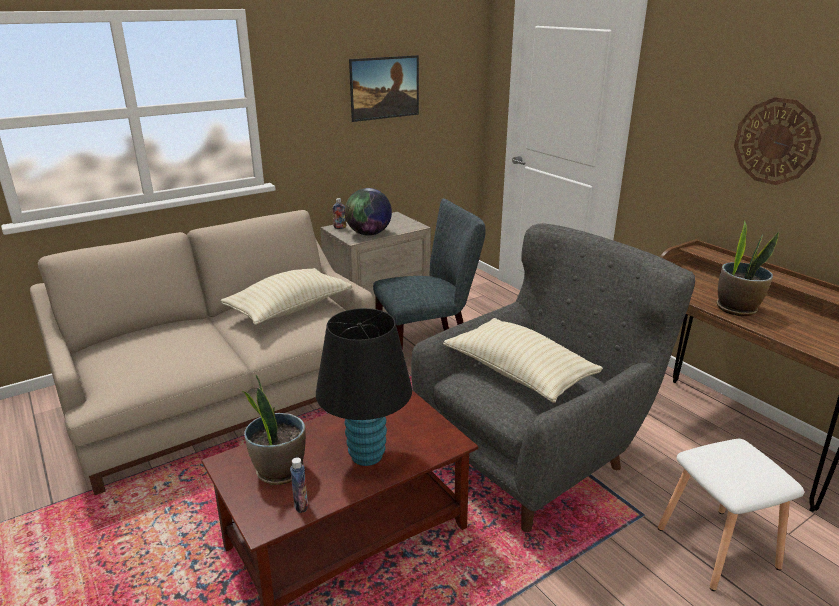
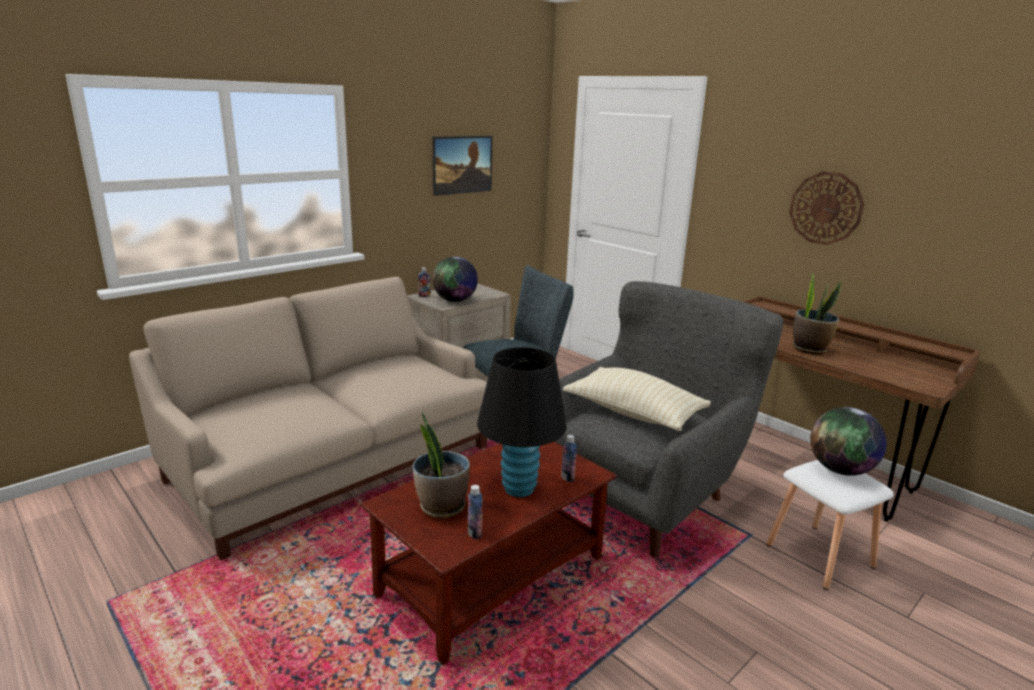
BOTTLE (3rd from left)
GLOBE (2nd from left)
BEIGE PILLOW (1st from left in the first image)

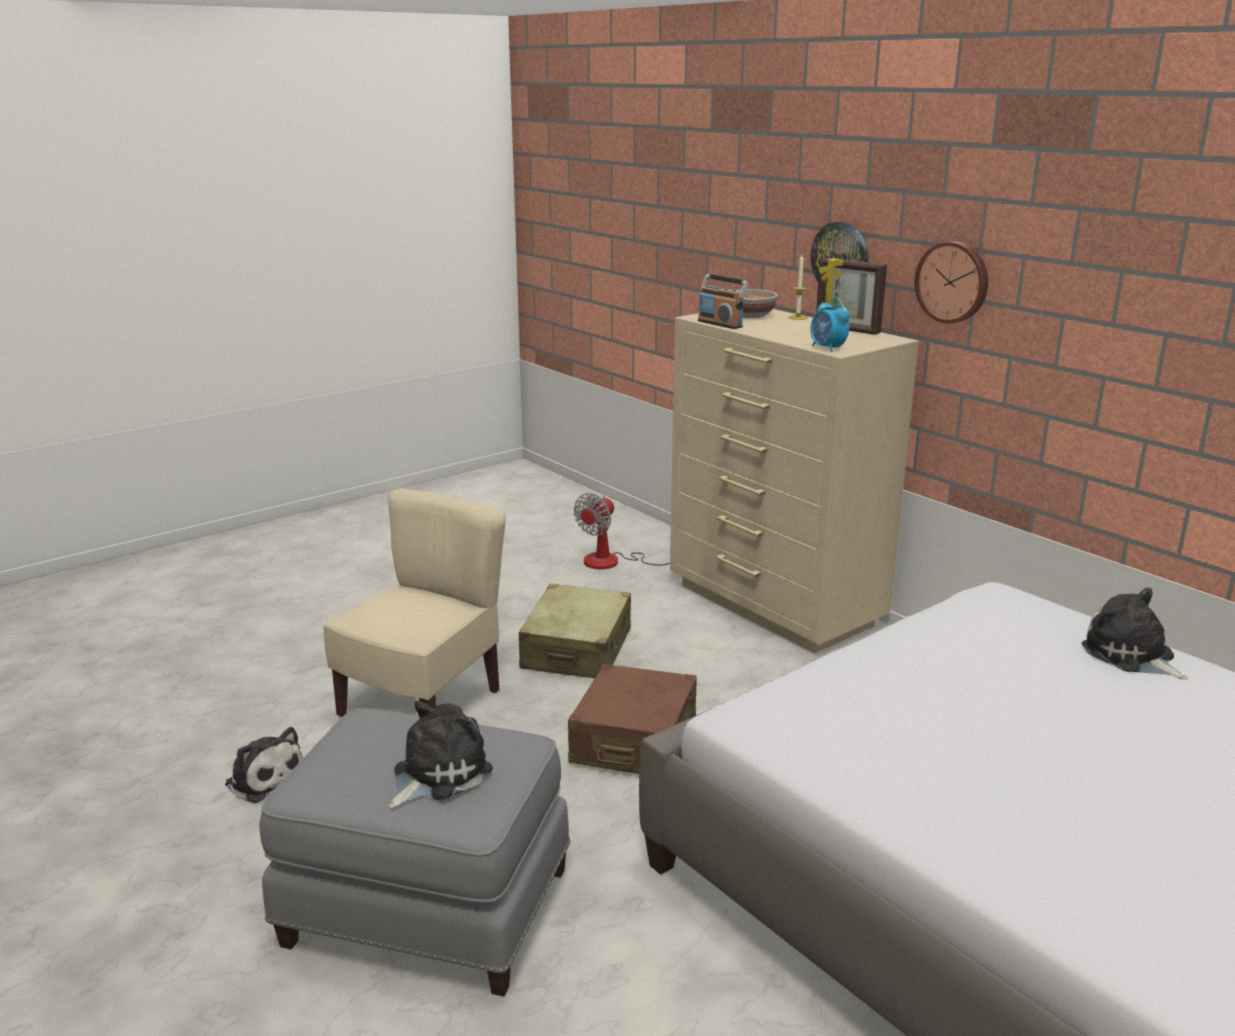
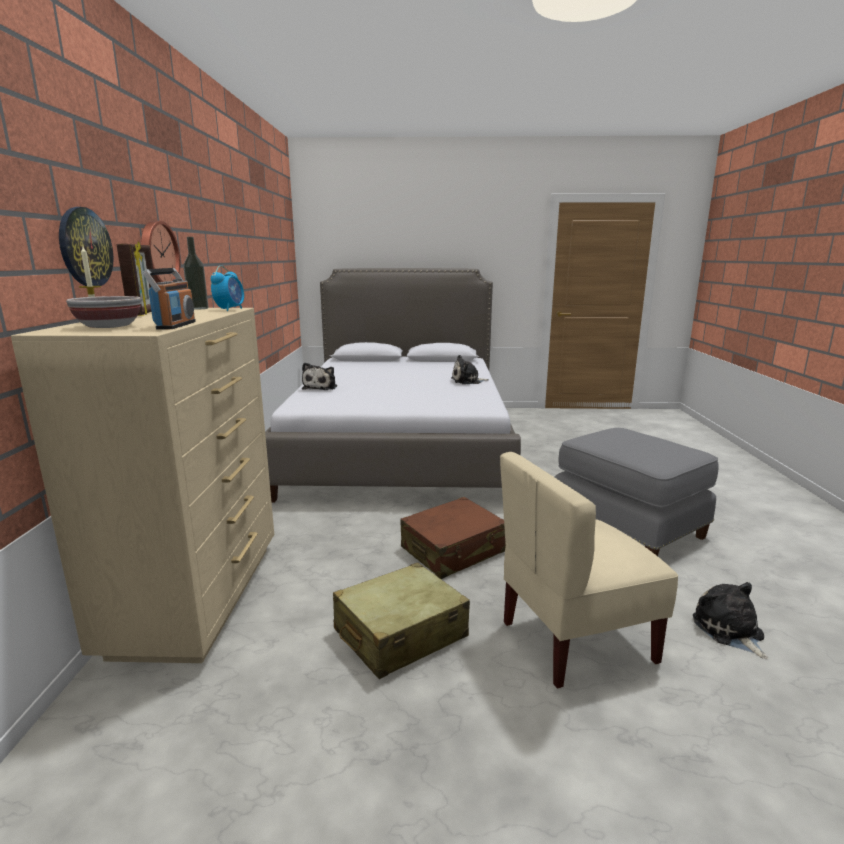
BOTTLE
PLUSH TOY (2nd from left)
FAN

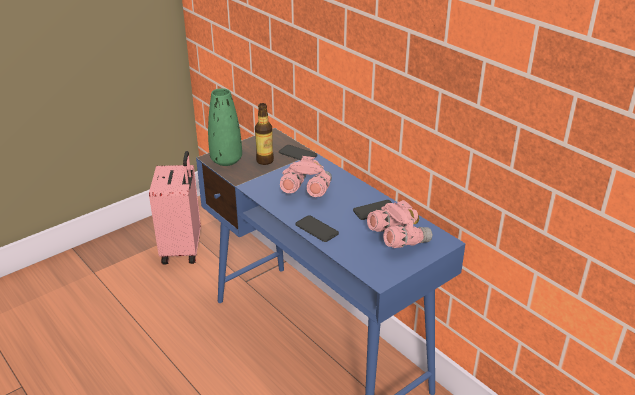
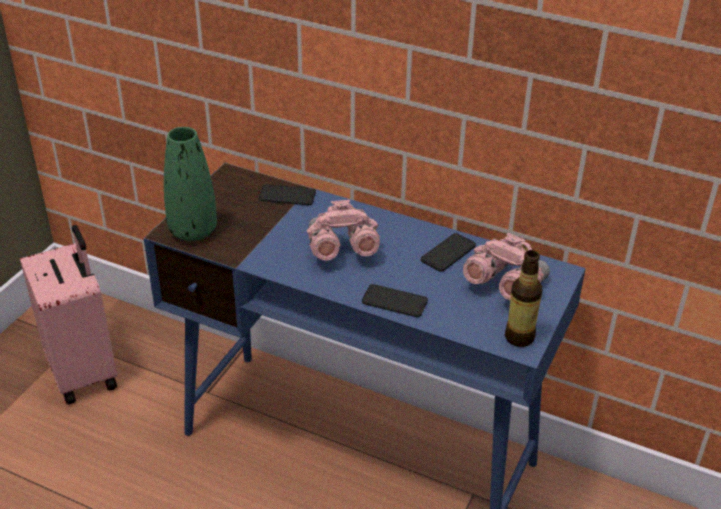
BOTTLE

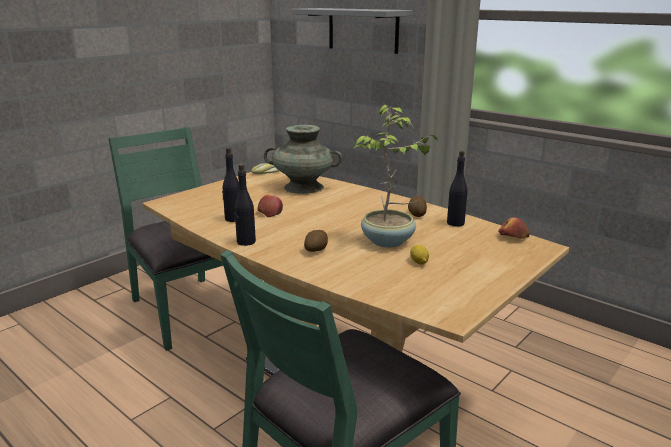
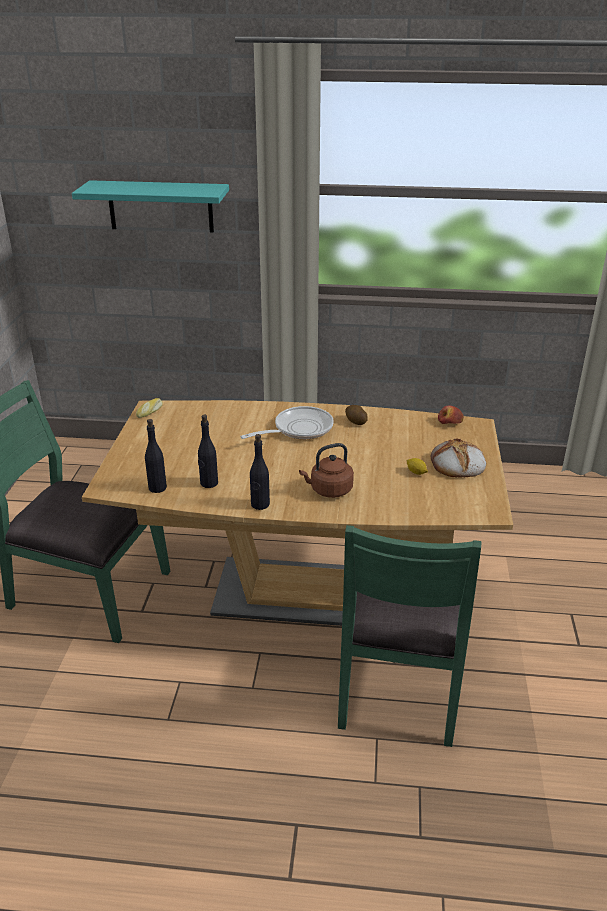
TURQUOISE SHELF
BLACK BOTTLE (1st from left)
FRYING PAN
BROWN KETTLE
BREAD (2nd from left)
APPLE (1st from left in the first image)
TURQUOISE VASE
POTTED PLANT

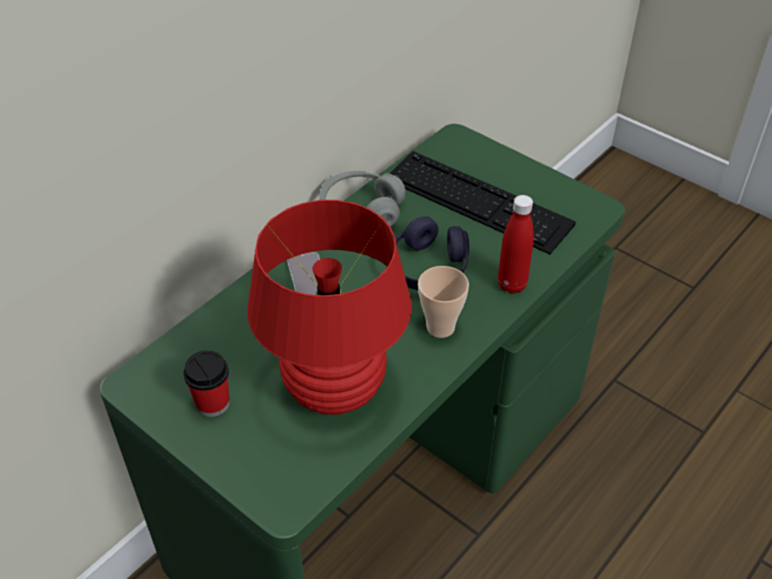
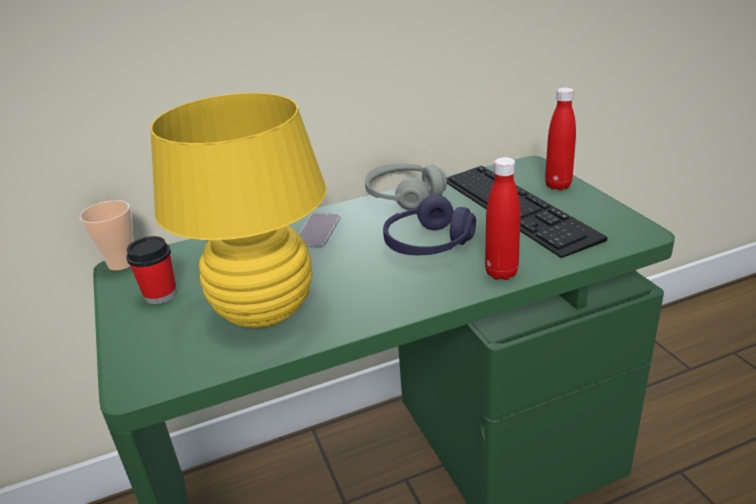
CUP (1st from left)
YELLOW TABLE LAMP
RED BOTTLE (2nd from left)

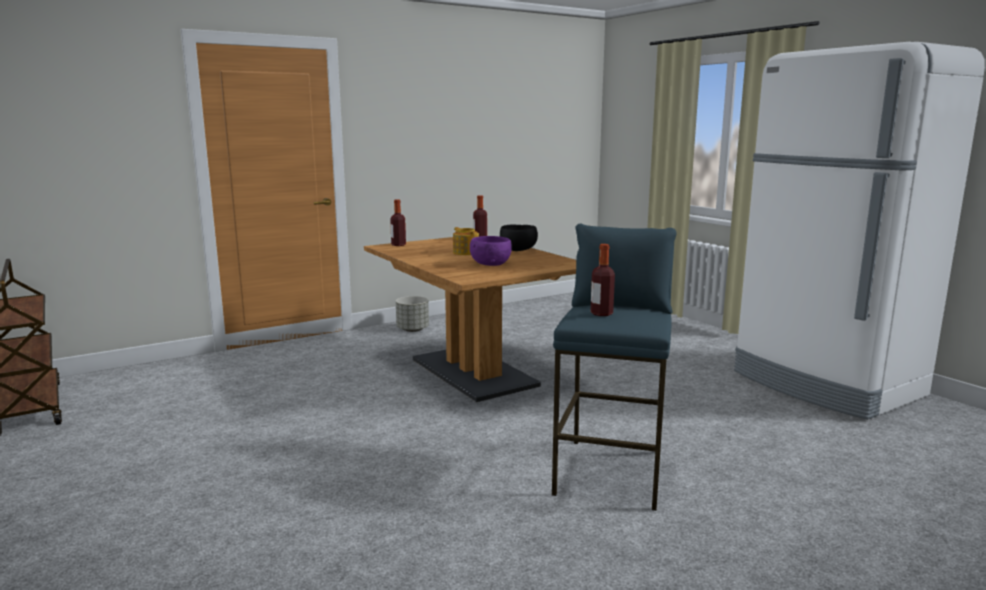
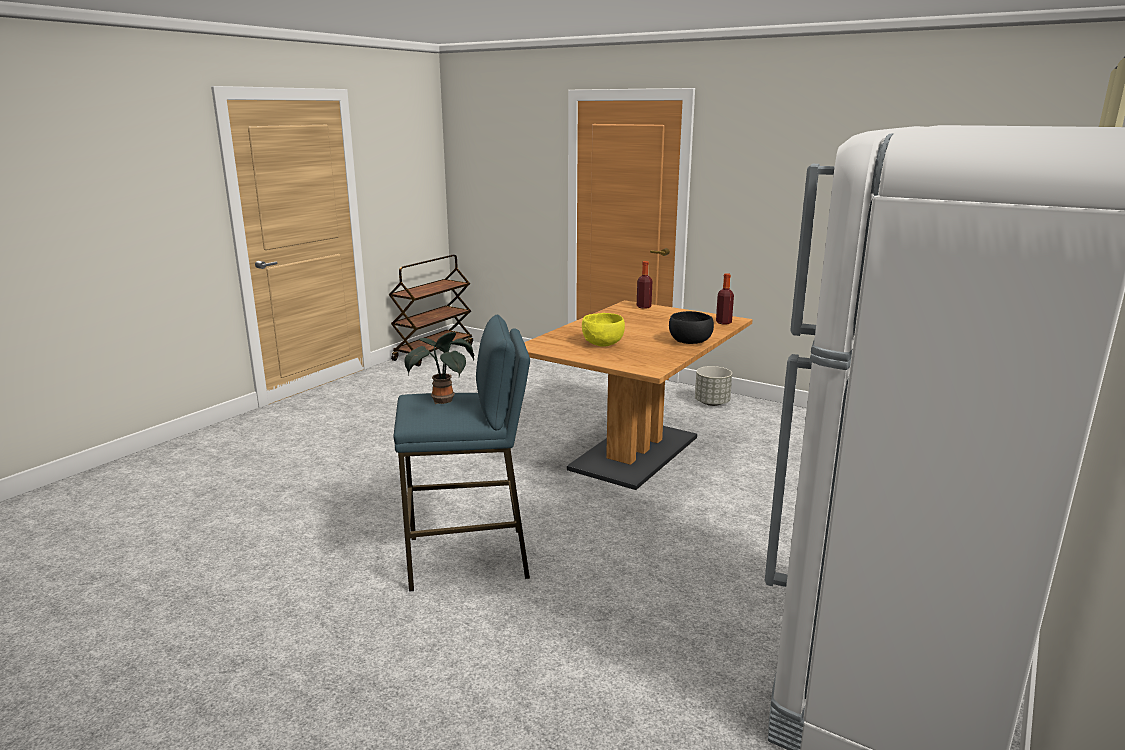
POTTED PLANT
YELLOW BOWL
TEAPOT

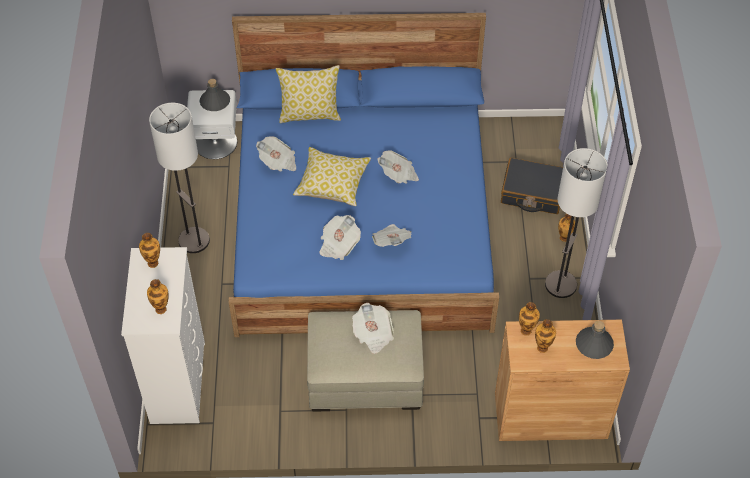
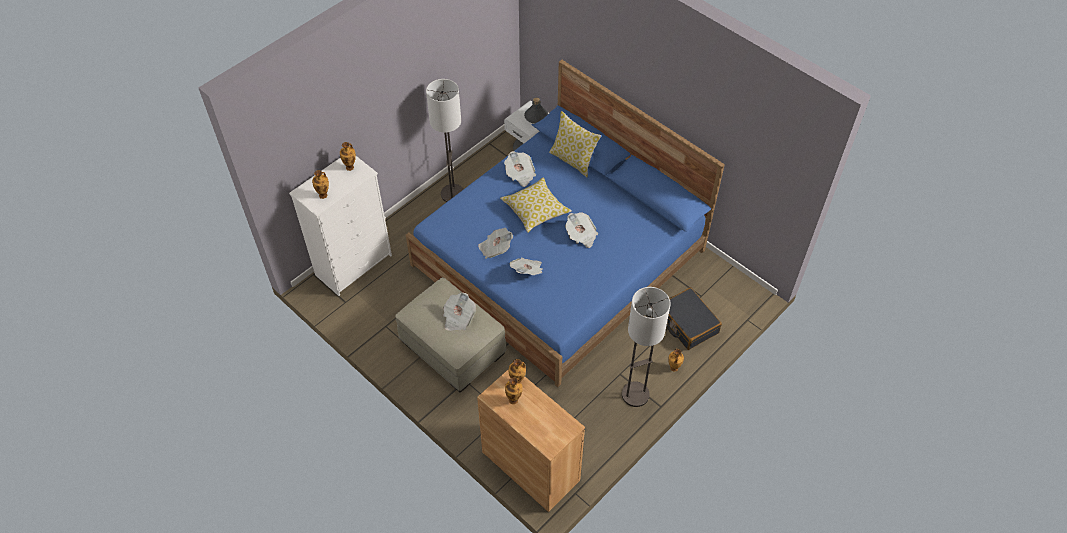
GREY BOTTLE (2nd from left in the first image)

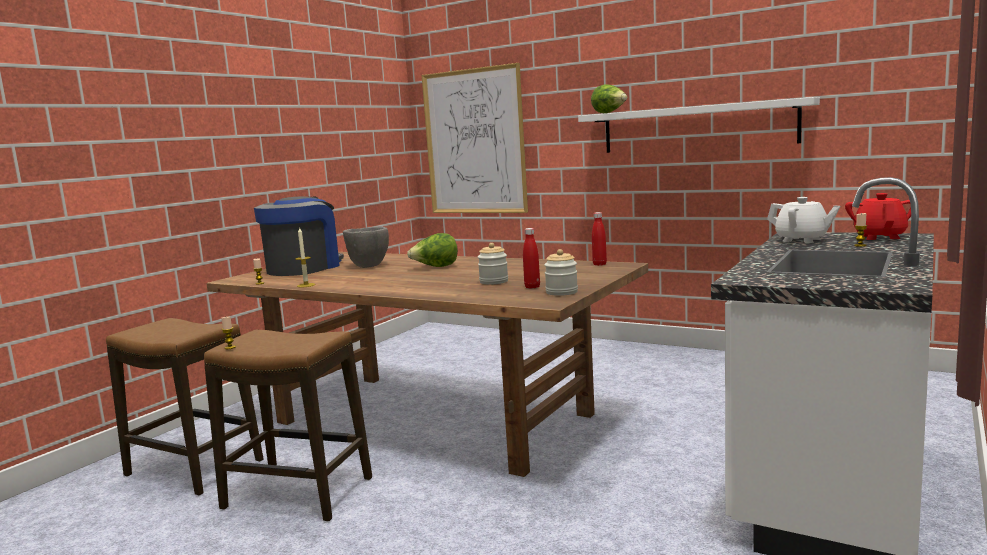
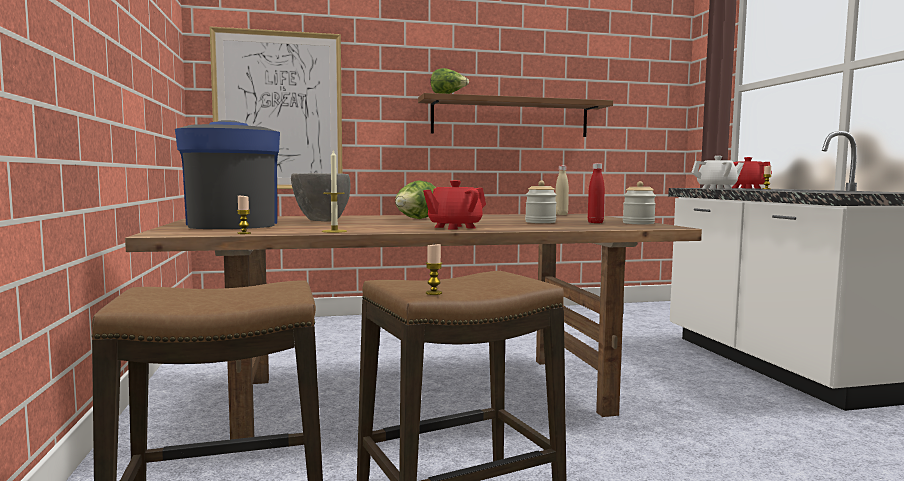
BROWN SHELF
RED TEAPOT (1st from left)
BEIGE BOTTLE

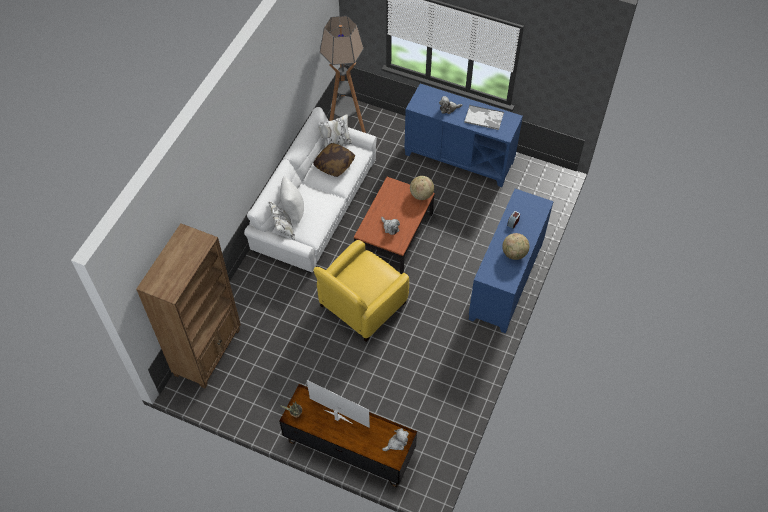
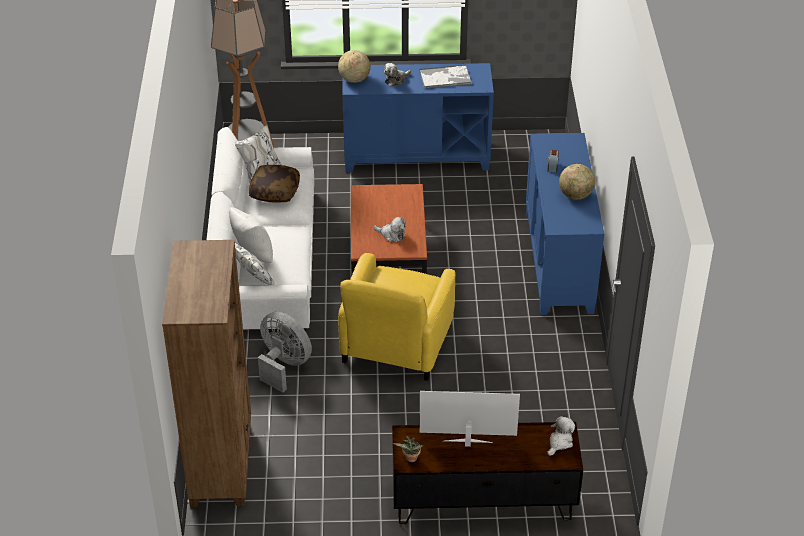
GREY FAN
GLOBE (1st from left)

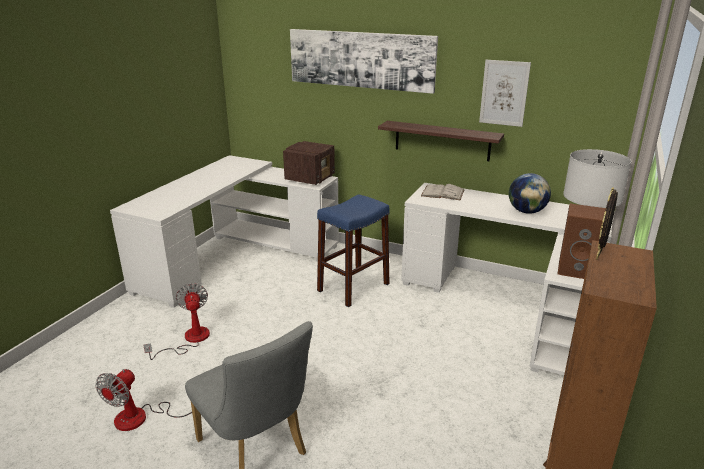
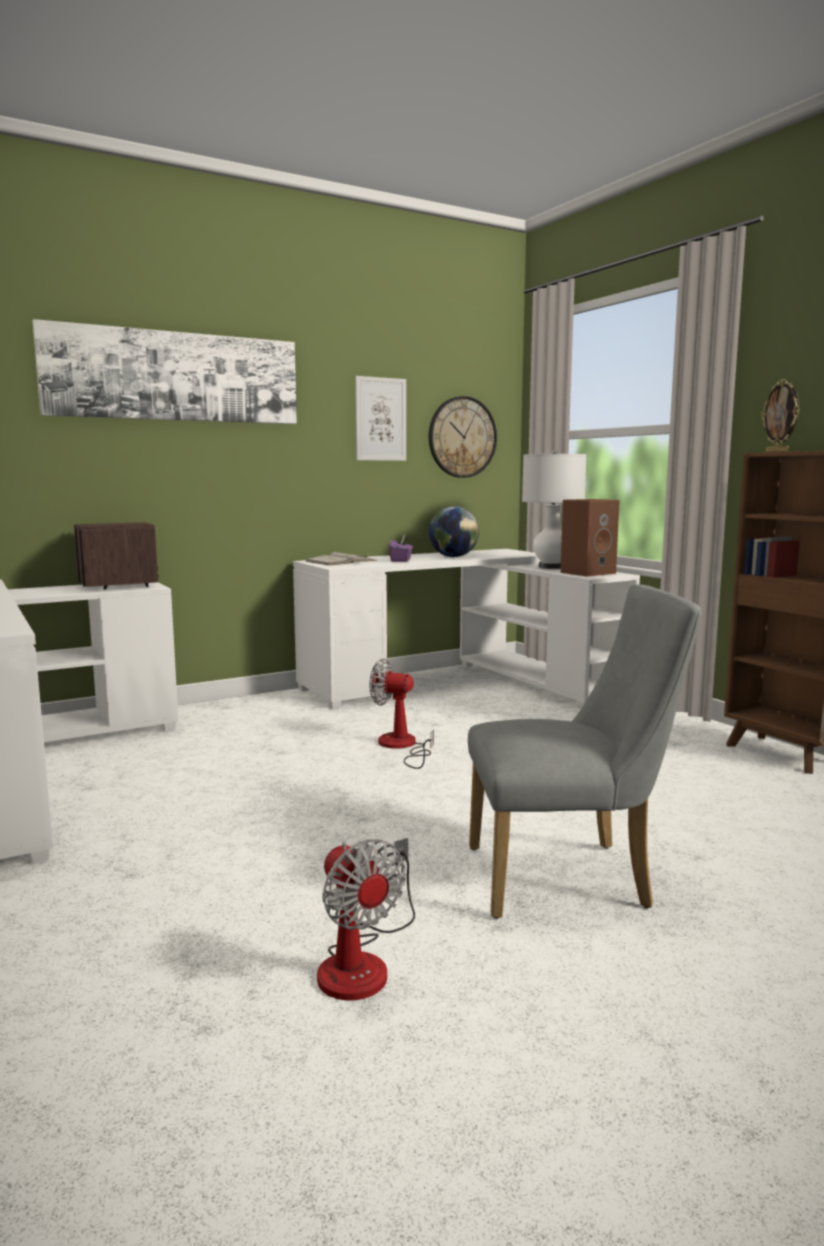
FAN (2nd from left)
PURPLE TISSUE BOX
WALL CLOCK
BLUE STOOL
SHELF

